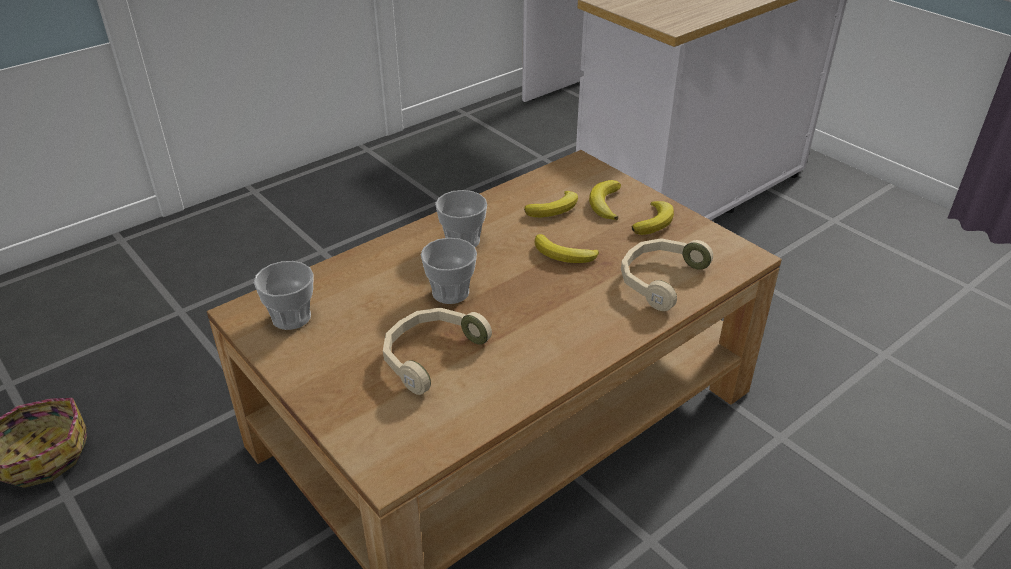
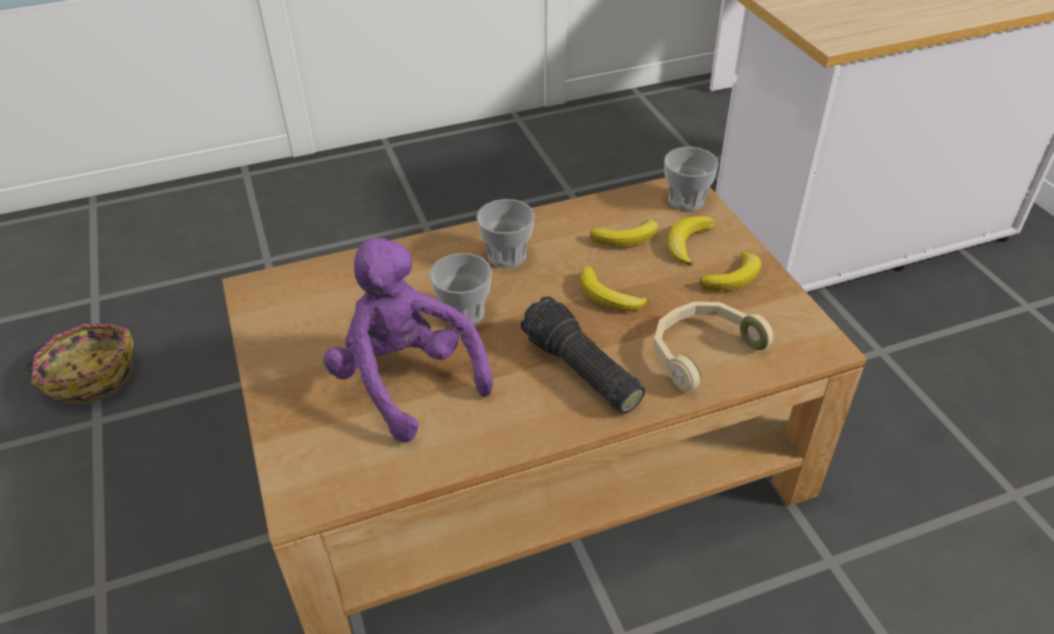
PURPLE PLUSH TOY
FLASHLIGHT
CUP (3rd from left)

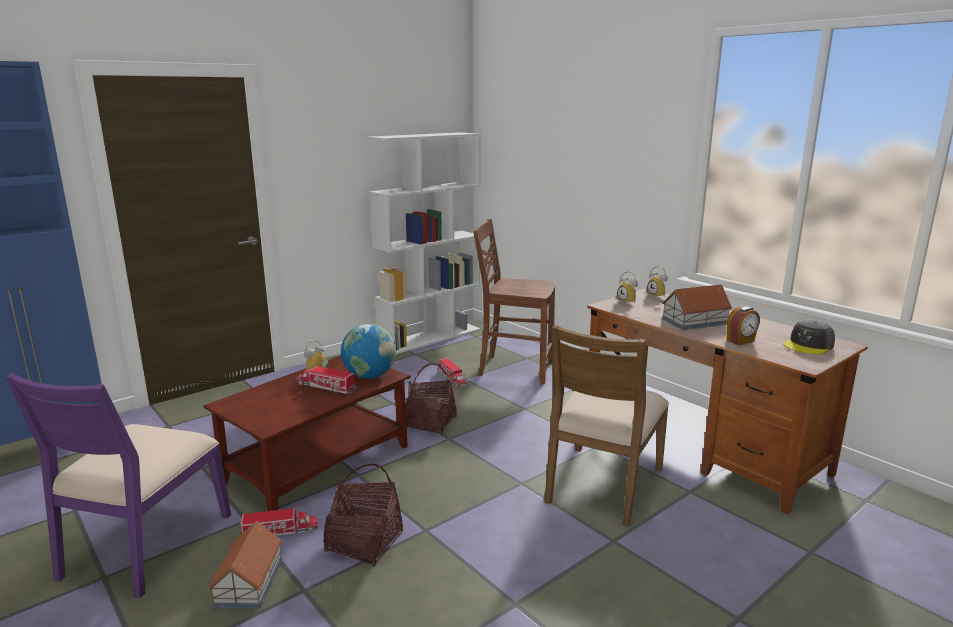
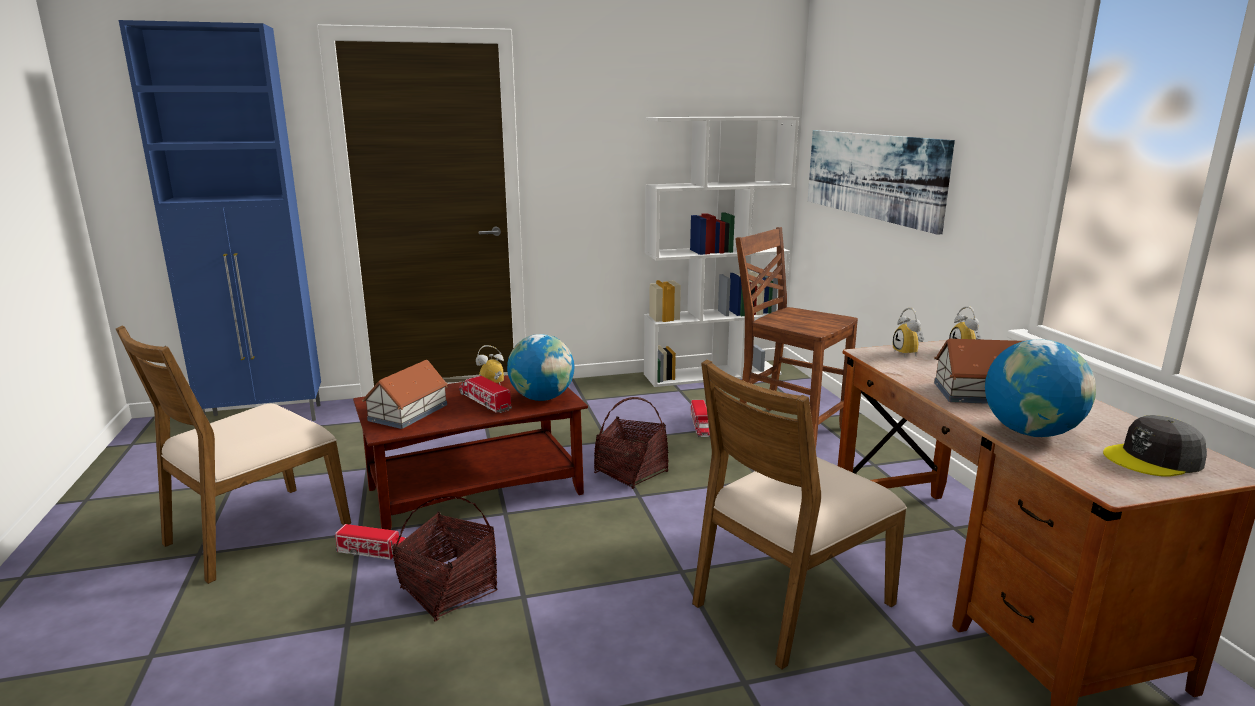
BROWN CHAIR (1st from left)
TOY HOUSE (1st from left)
PICTURE
GLOBE (2nd from left)

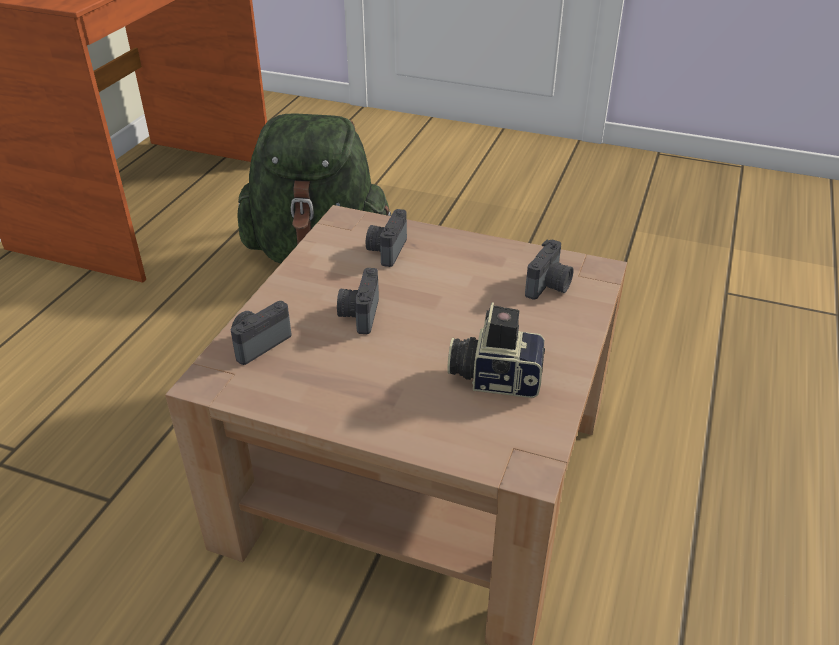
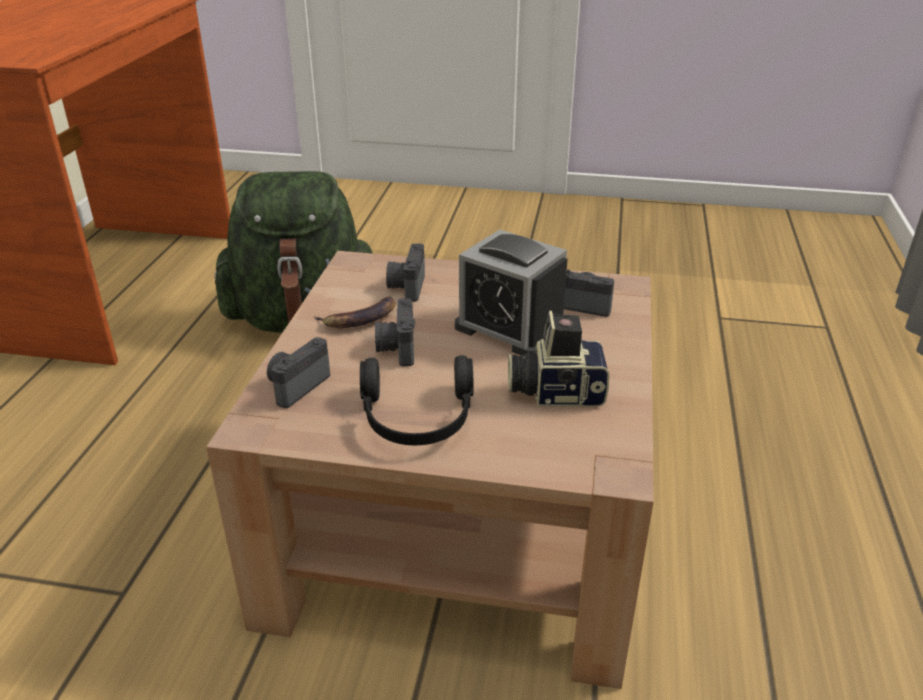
BANANA
BLACK HEADPHONES
ALARM CLOCK
PHOTO CAMERA (5th from left)

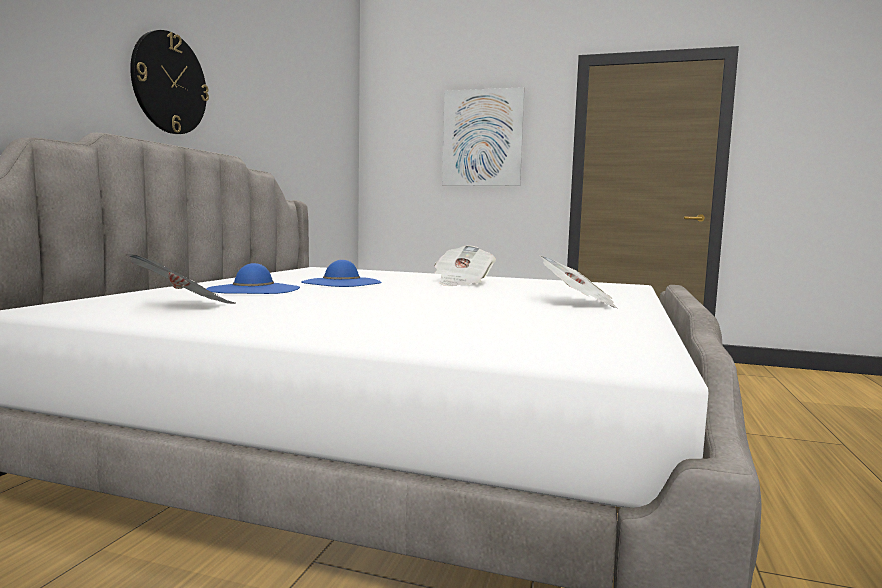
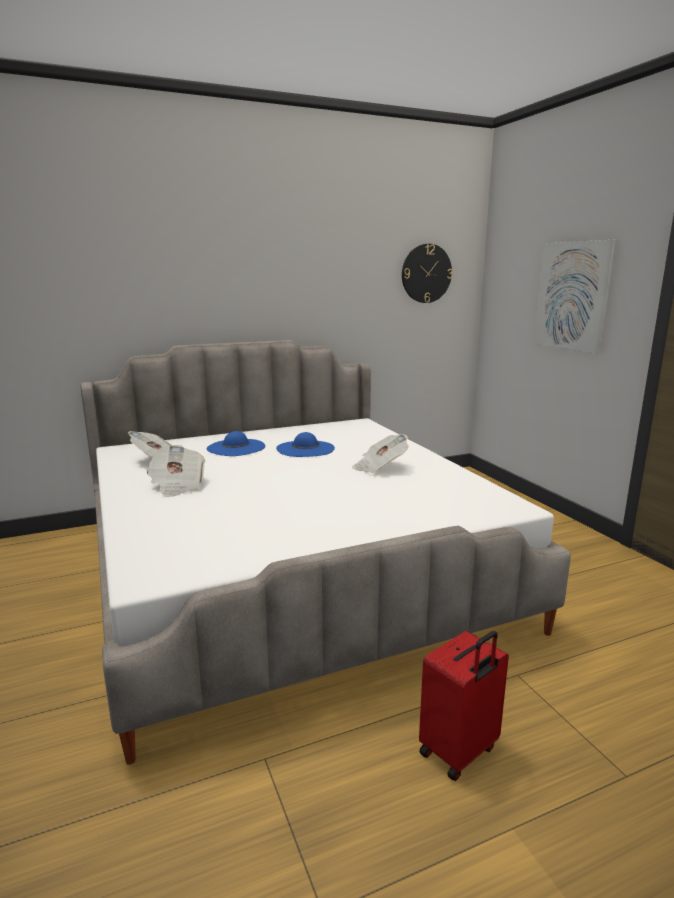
NEWSPAPER (2nd from left)
WALL CLOCK
RED SUITCASE

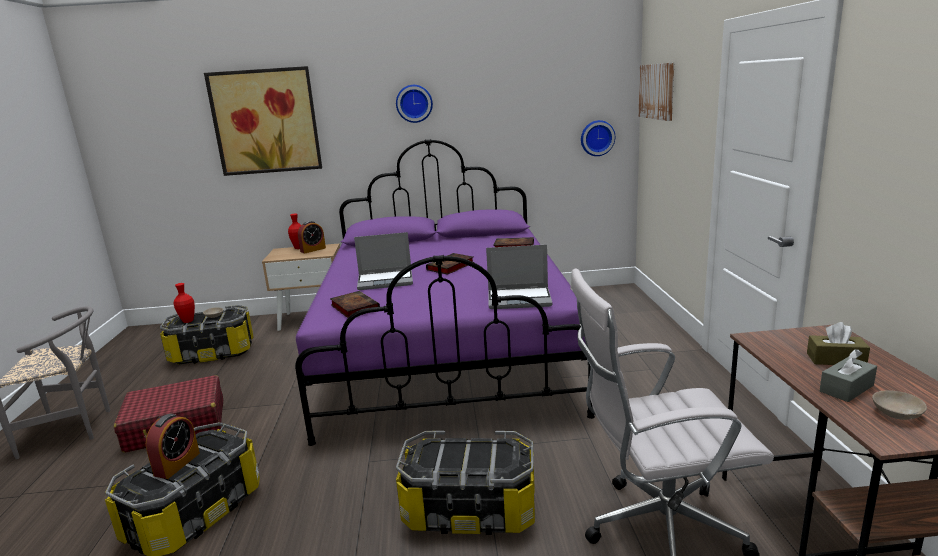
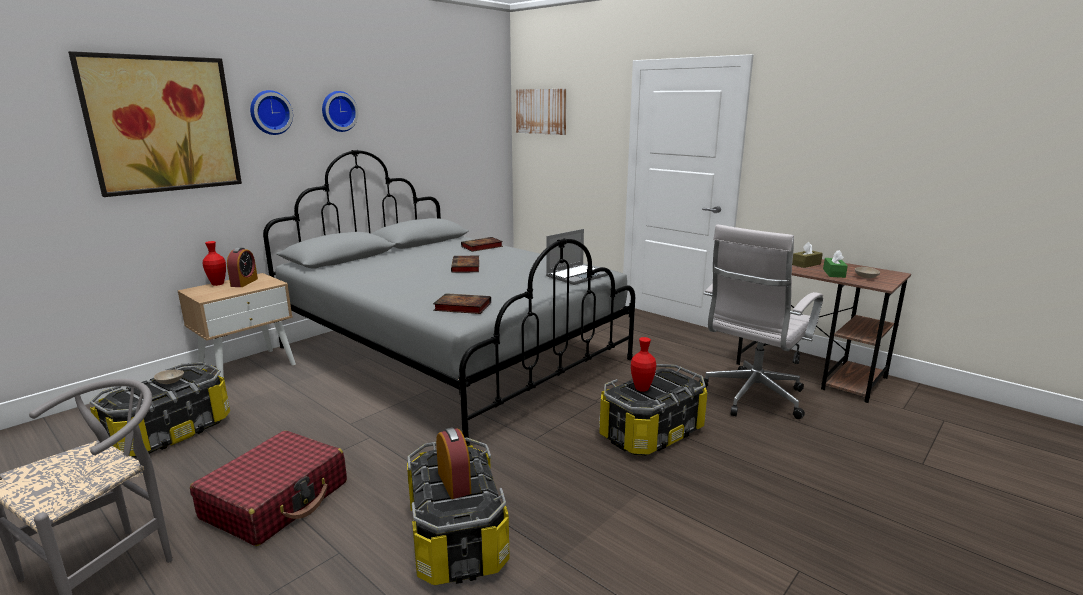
WALL CLOCK (1st from left)
GREY BED
RED VASE (2nd from left)
GREEN TISSUE BOX
LAPTOP (1st from left in the first image)

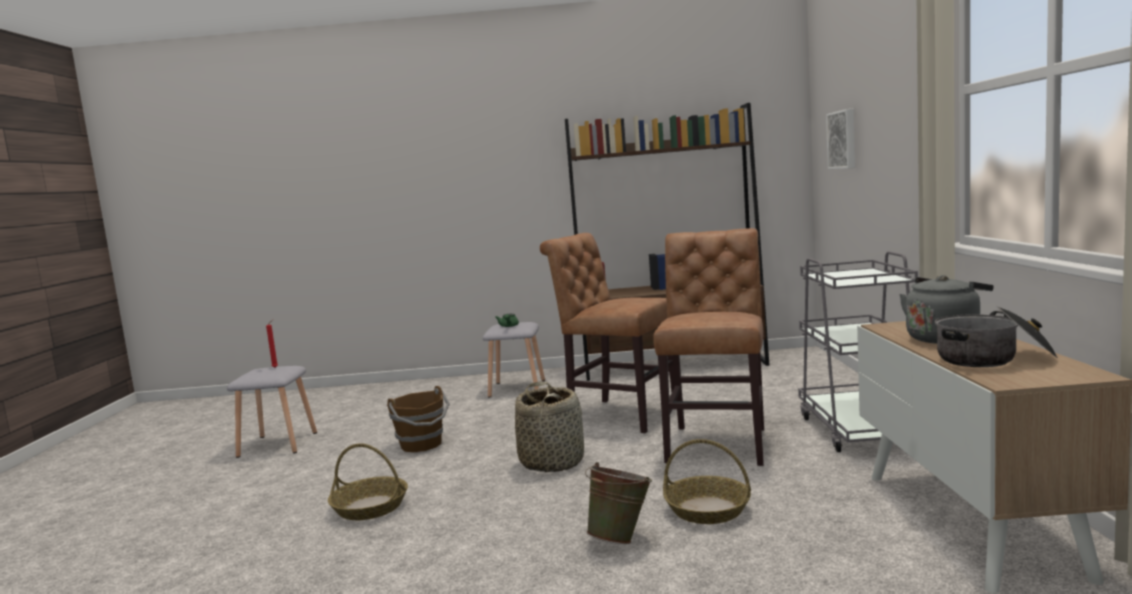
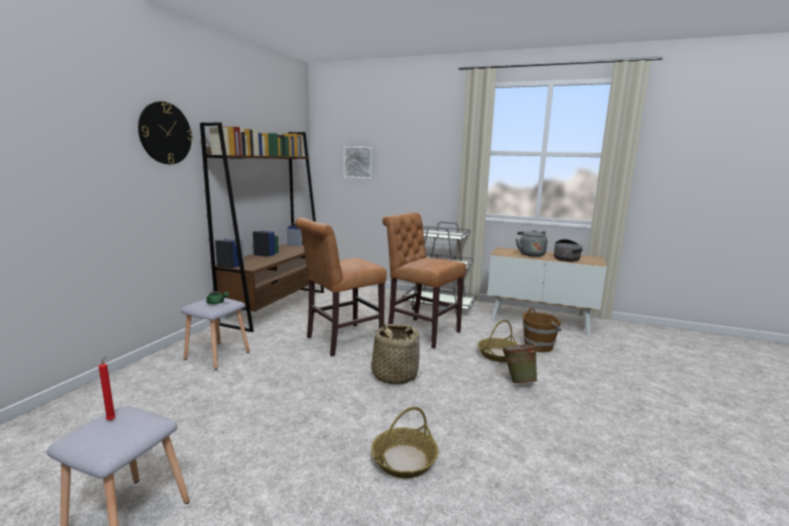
WALL CLOCK
BROWN BUCKET

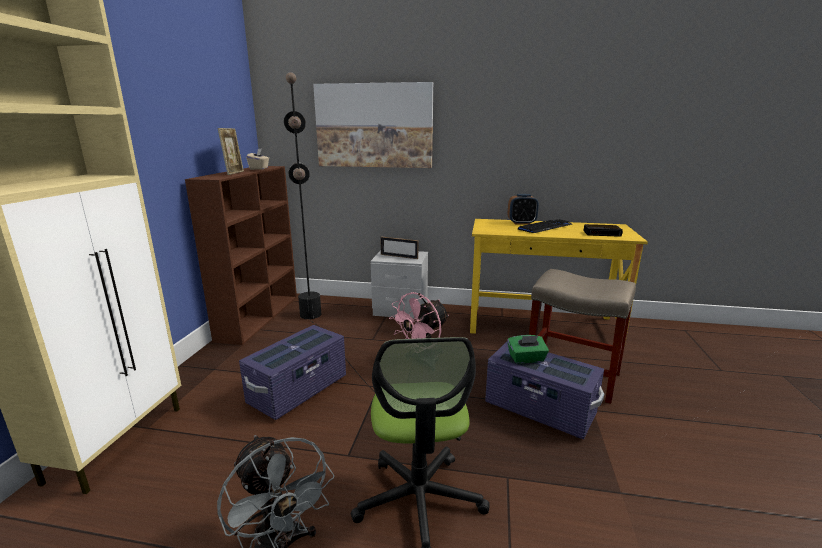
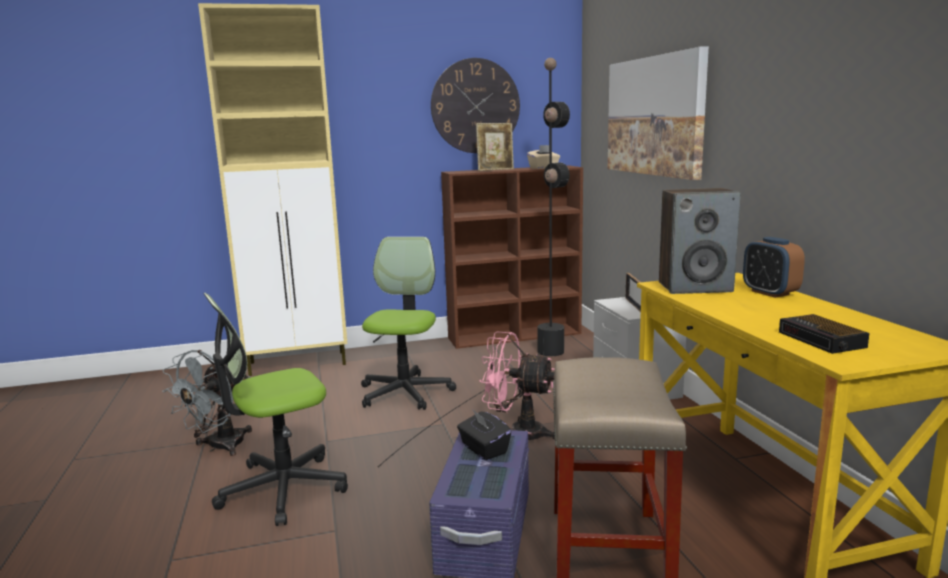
OFFICE CHAIR (2nd from left)
WALL CLOCK
BLACK TISSUE BOX
SPEAKER
KEYBOARD

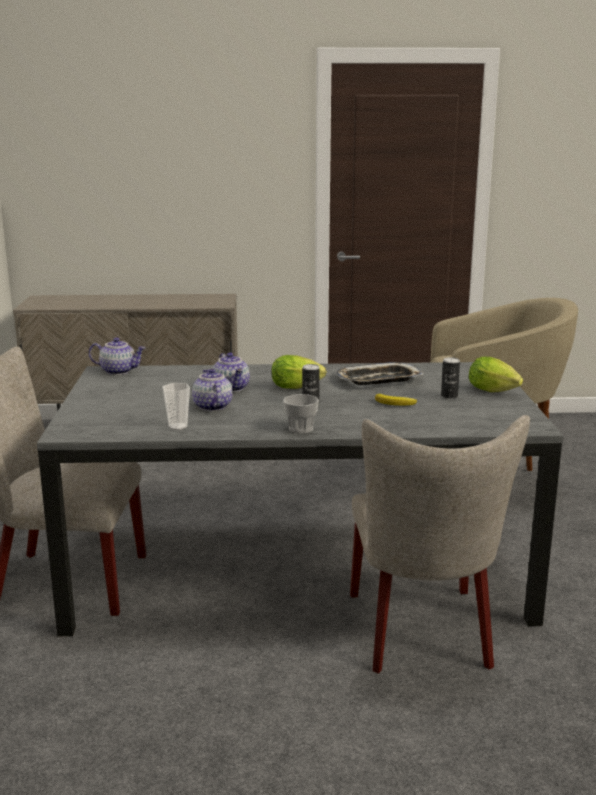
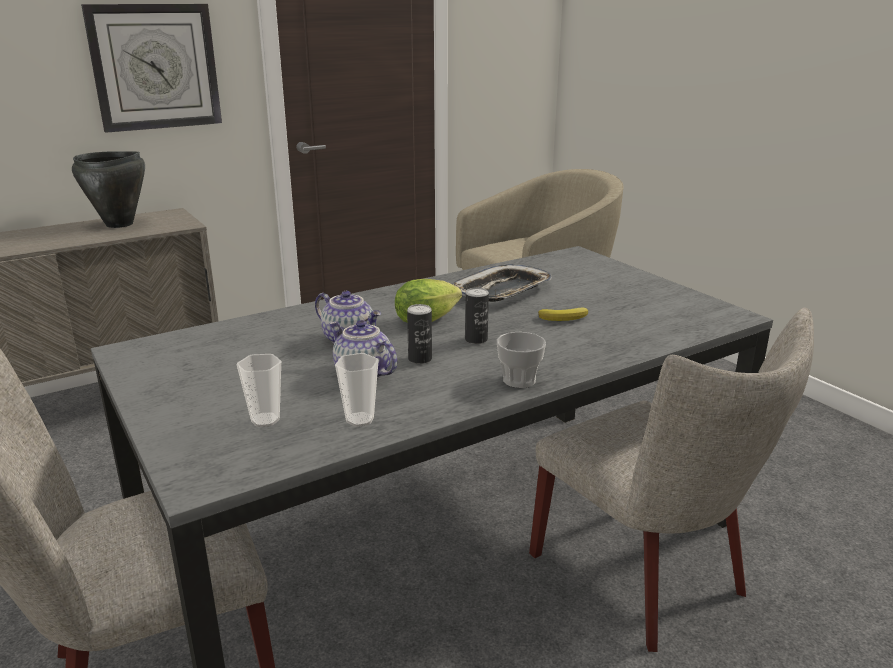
BLACK COOKING POT
WALL CLOCK
CUP (1st from left)
CAN (1st from left)
TEAPOT (1st from left in the first image)
LETTUCE (2nd from left in the first image)

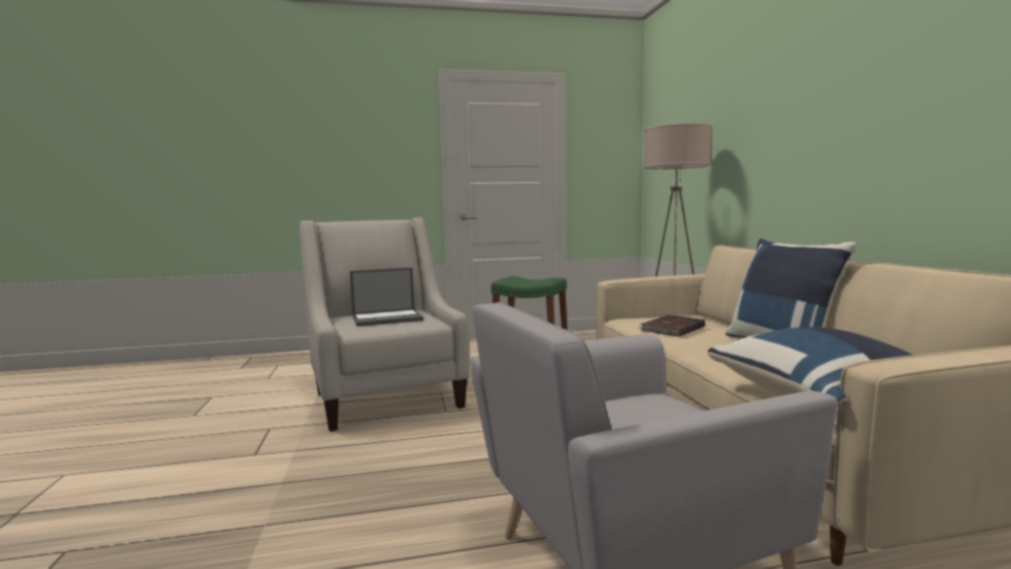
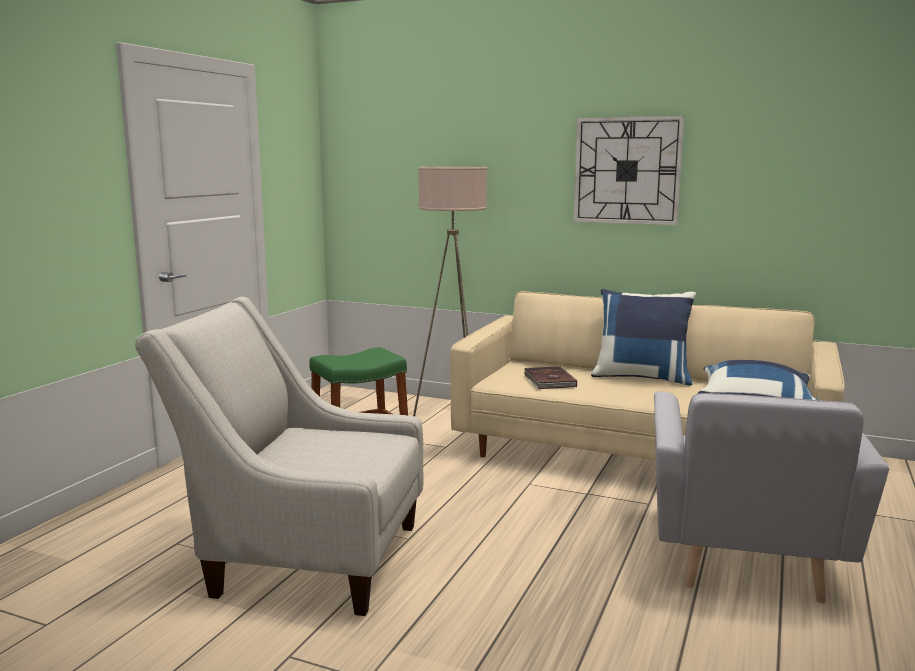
WALL CLOCK
LAPTOP

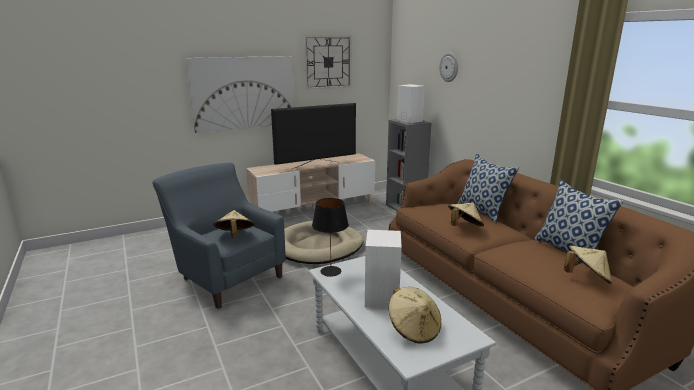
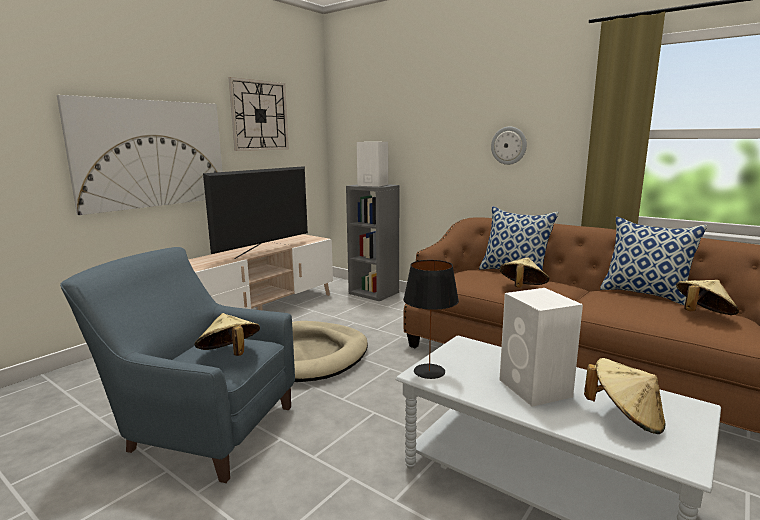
WALL CLOCK (2nd from left)

